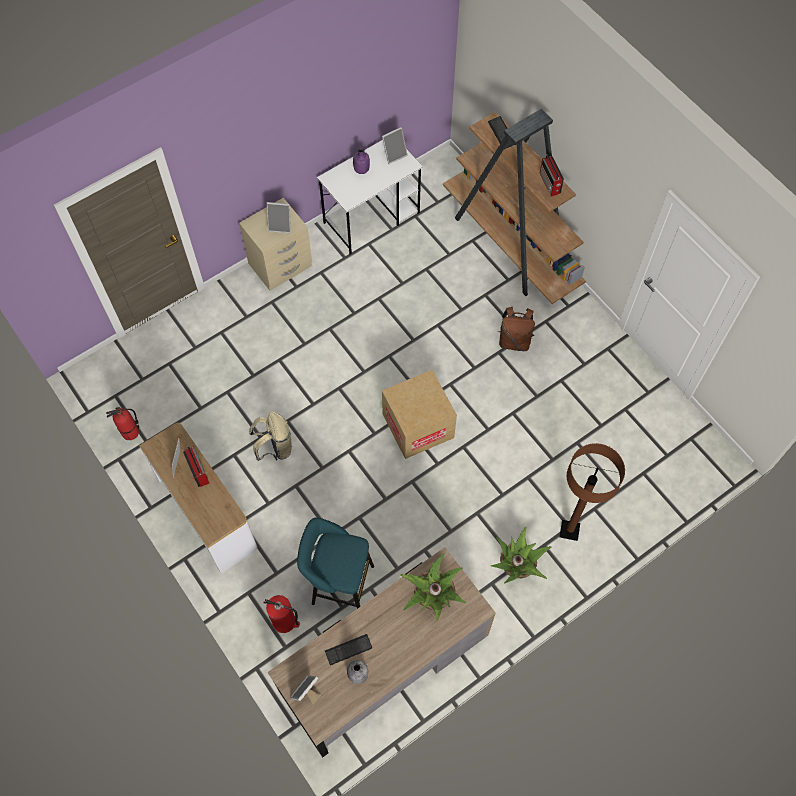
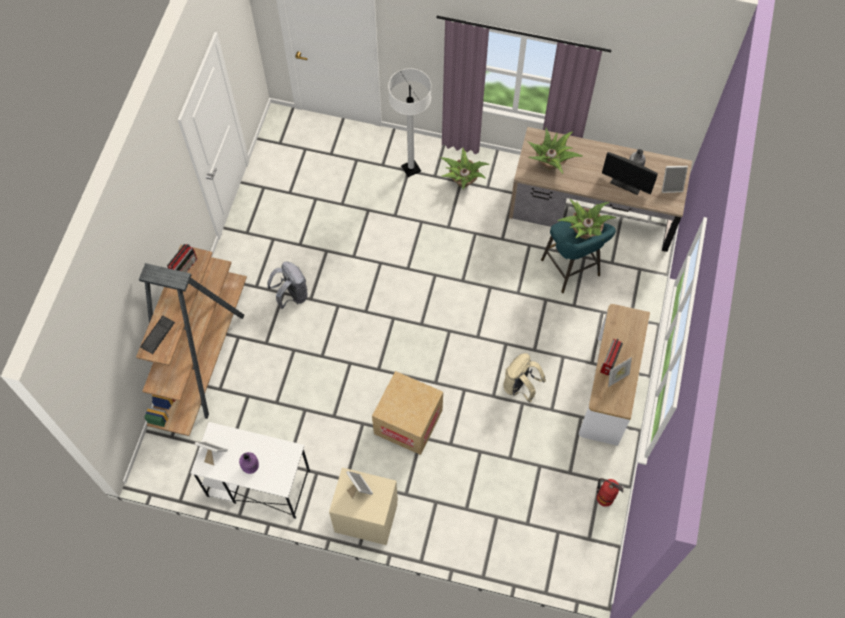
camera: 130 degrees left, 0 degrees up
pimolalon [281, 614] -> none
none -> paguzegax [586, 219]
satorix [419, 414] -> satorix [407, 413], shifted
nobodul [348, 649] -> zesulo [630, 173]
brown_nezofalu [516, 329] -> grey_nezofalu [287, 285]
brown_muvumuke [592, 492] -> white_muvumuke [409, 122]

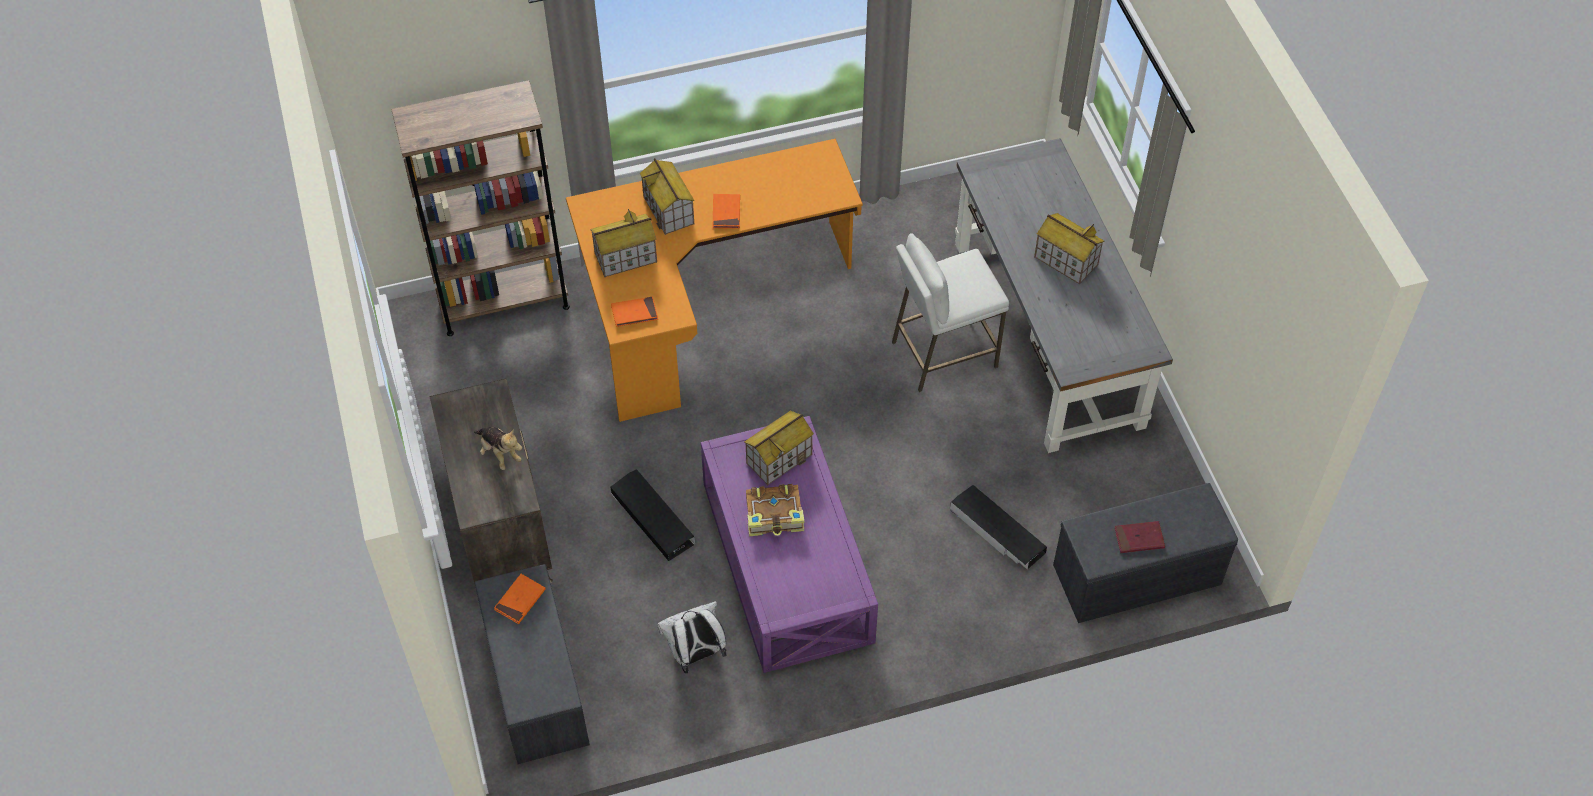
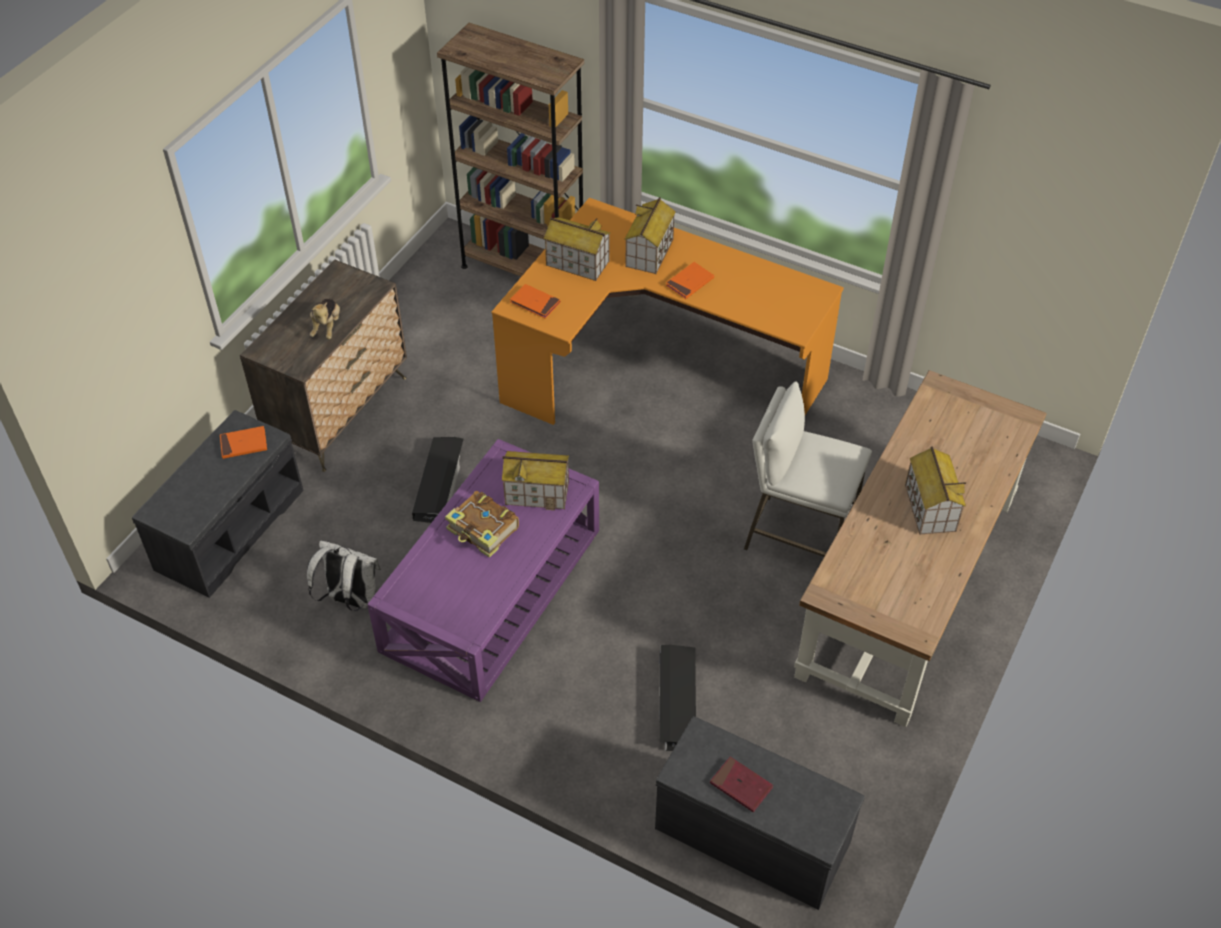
camera: 45 degrees right, 5 degrees down
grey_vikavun [1064, 295] -> brown_vikavun [920, 548]

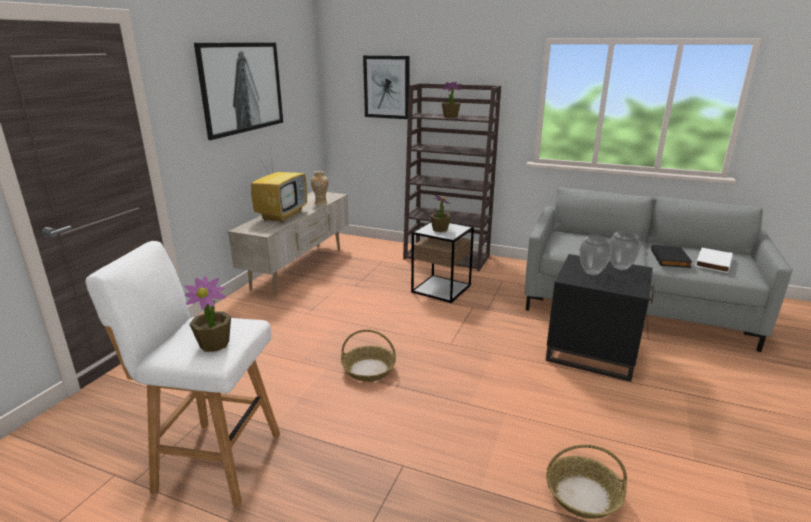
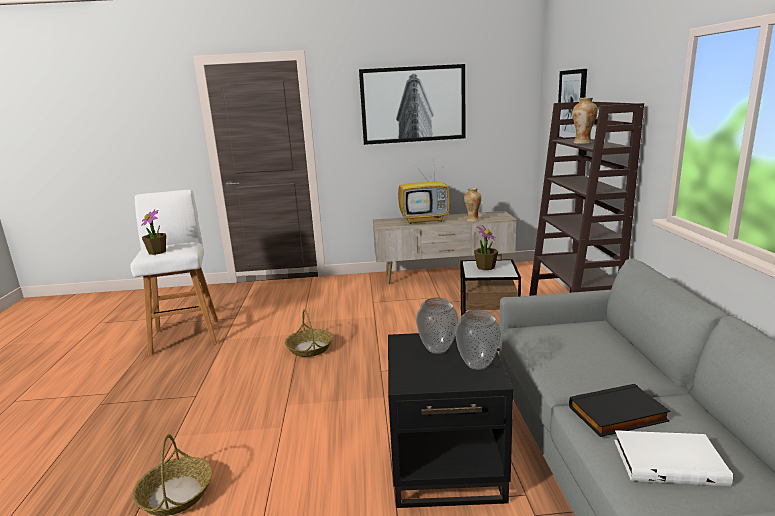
camera: 65 degrees right, 5 degrees down
paguzegax [451, 100] -> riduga [585, 120]

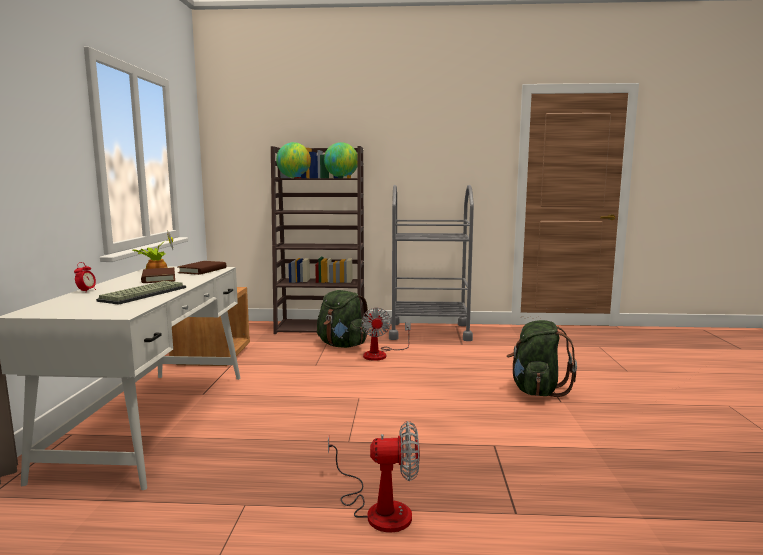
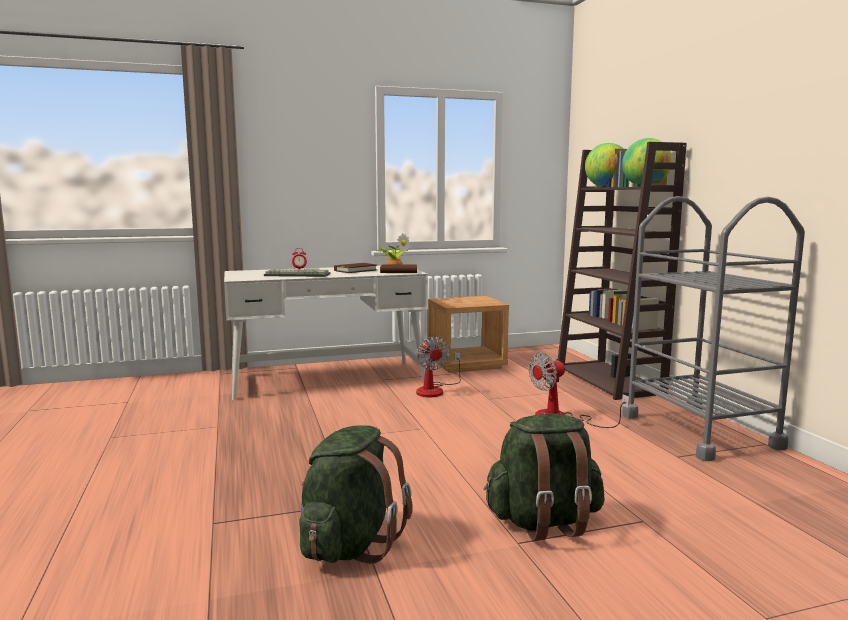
camera: 70 degrees right, 0 degrees up
green_nezofalu [342, 319] -> green_nezofalu [356, 494], shifted
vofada [374, 477] -> vofada [438, 366], shifted

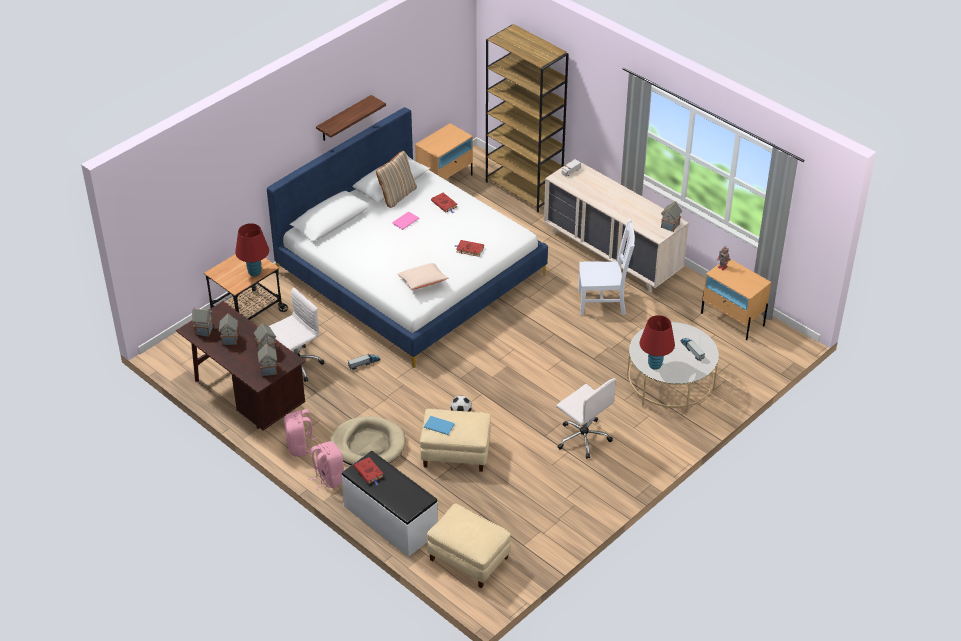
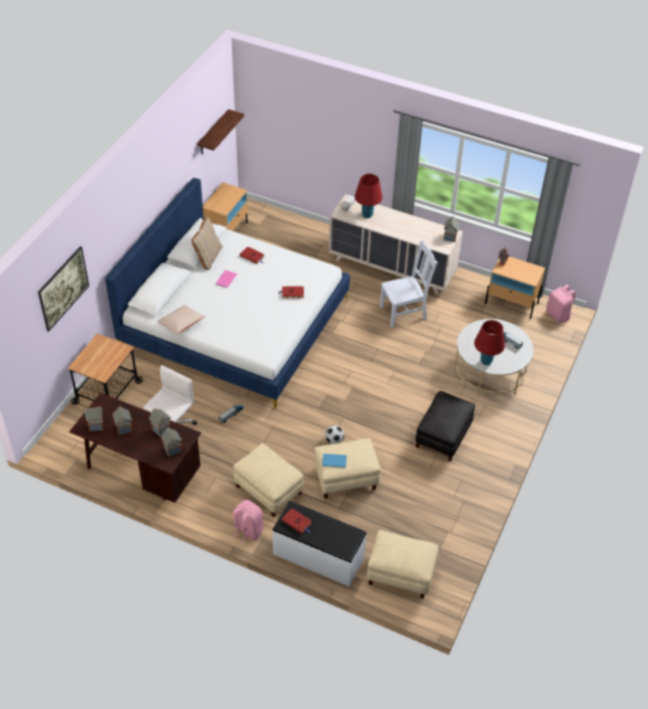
camera: 20 degrees left, 5 degrees up
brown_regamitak [527, 118] -> none
none -> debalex [63, 289]
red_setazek [252, 250] -> red_setazek [369, 196], shifted
pink_nezofalu [300, 433] -> pink_nezofalu [561, 304], shifted
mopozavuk [351, 118] -> mopozavuk [220, 132], shifted
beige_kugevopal [423, 276] -> beige_kugevopal [181, 319], shifted
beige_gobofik [367, 440] -> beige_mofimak [268, 480]
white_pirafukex [586, 418] -> black_mofimak [445, 426]

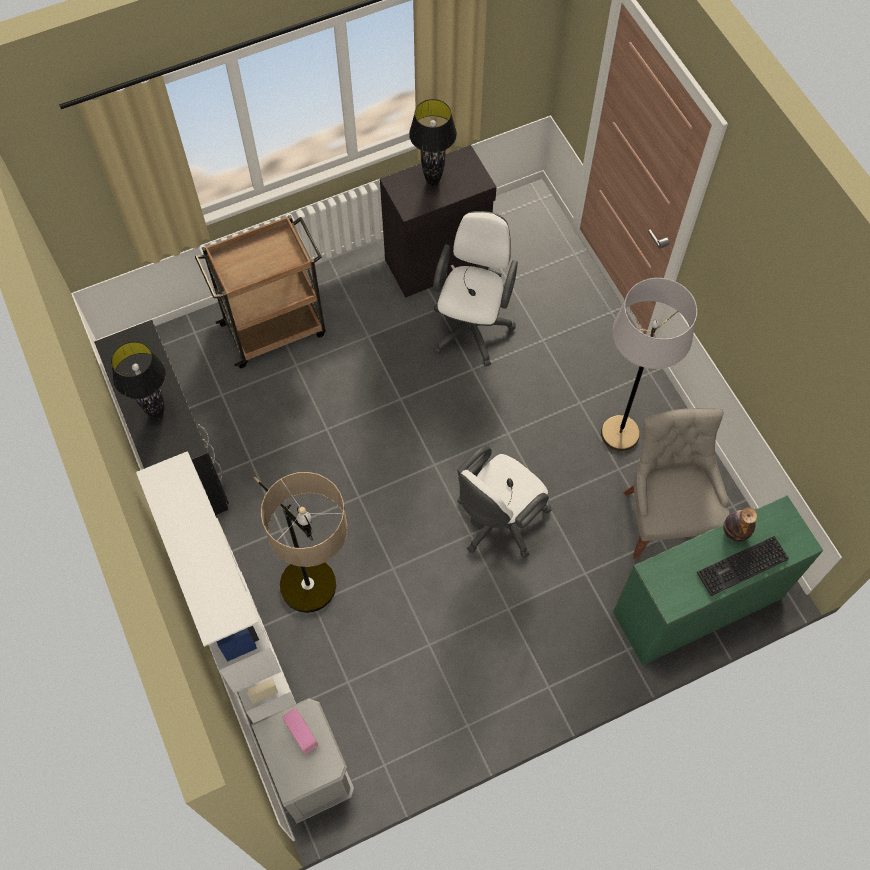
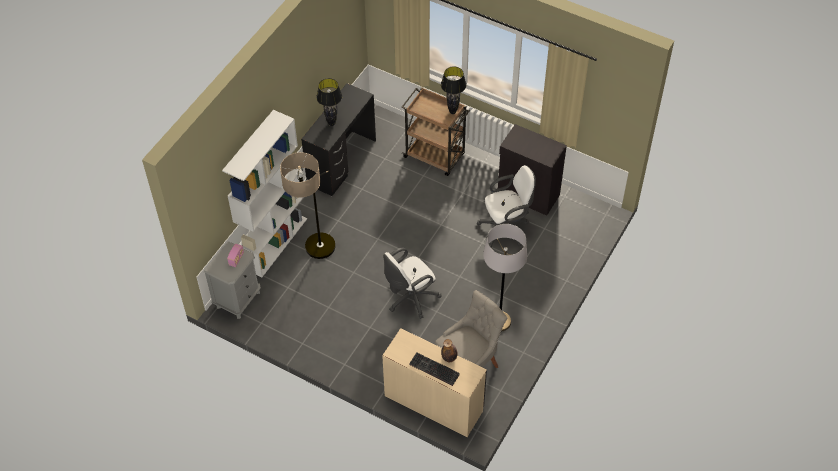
camera: 55 degrees right, 10 degrees down
black_setazek [433, 142] -> black_setazek [453, 90], shifted
green_vikavun [718, 580] -> beige_vikavun [434, 382]
white_pirafukex [504, 502] -> white_pirafukex [412, 283], 45 degrees counterclockwise

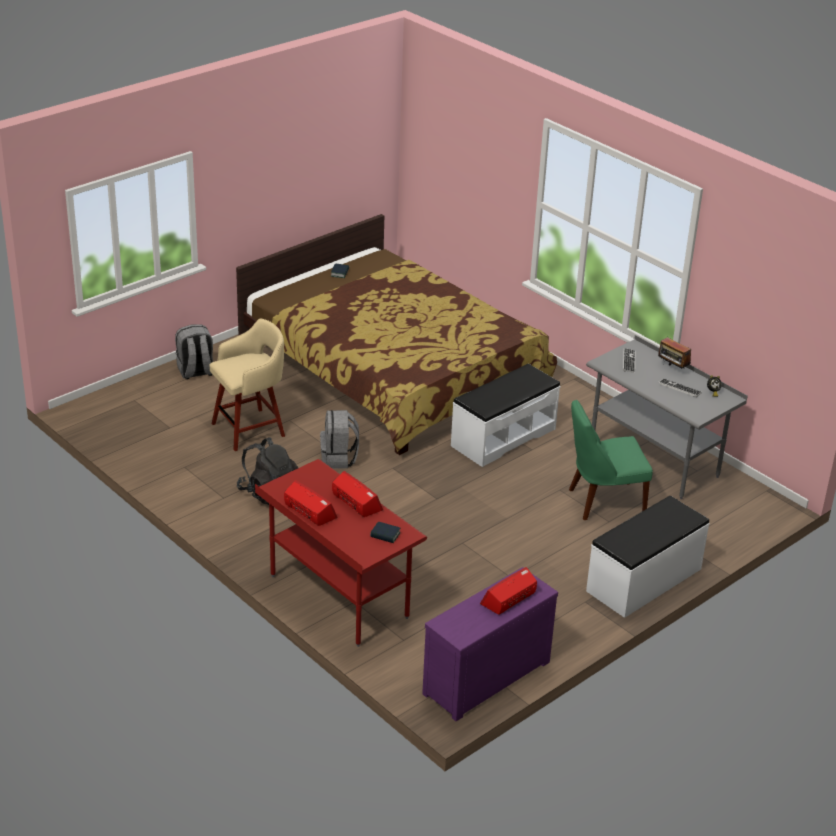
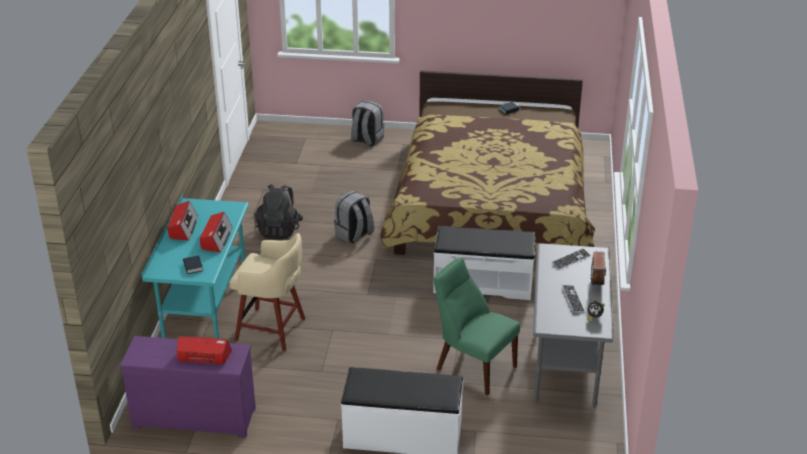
camera: 50 degrees right, 0 degrees up
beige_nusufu [247, 385] -> beige_nusufu [267, 292], shifted
red_vikavun [341, 553] -> turquoise_vikavun [195, 266]

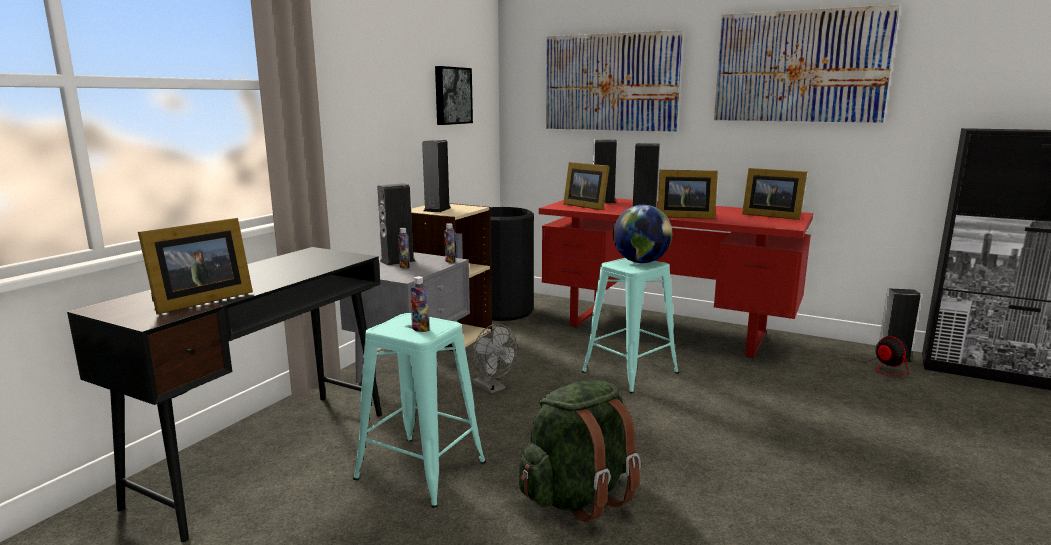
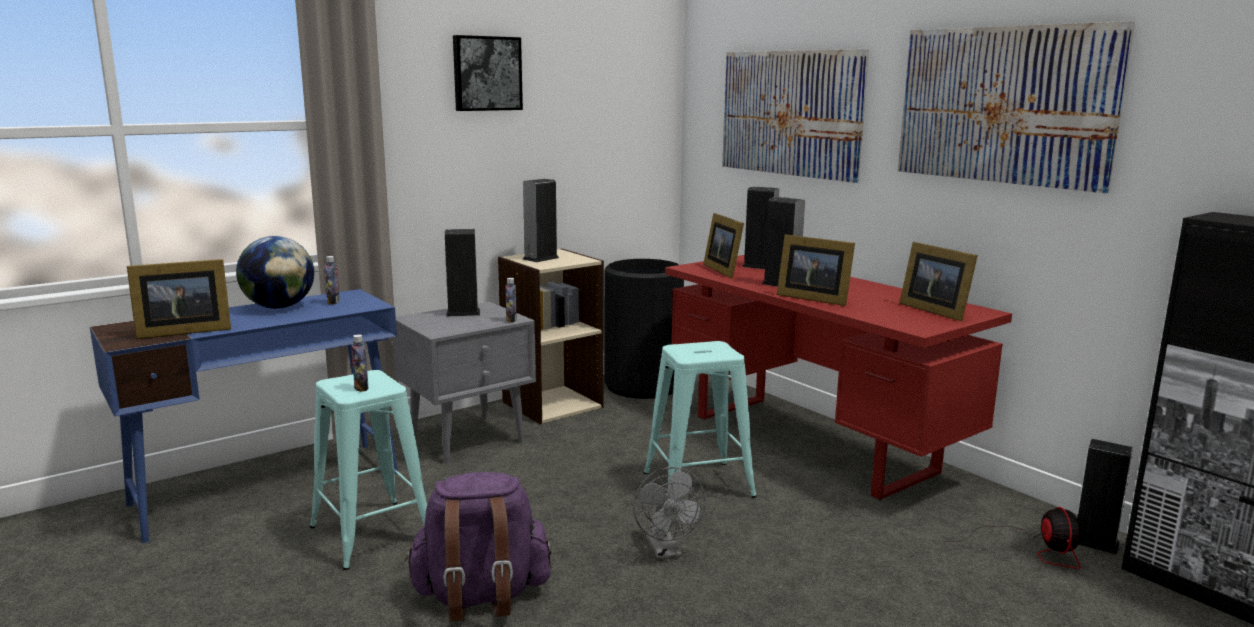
camera: 25 degrees right, 0 degrees up
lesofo [404, 248] -> lesofo [332, 280], shifted
debalex [454, 95] -> debalex [488, 73], shifted
grey_vofada [495, 359] -> grey_vofada [669, 513], shifted
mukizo [642, 234] -> mukizo [275, 272], shifted
black_vikavun [224, 394] -> blue_vikavun [244, 416]
green_nezofalu [580, 451] -> purple_nezofalu [478, 547]

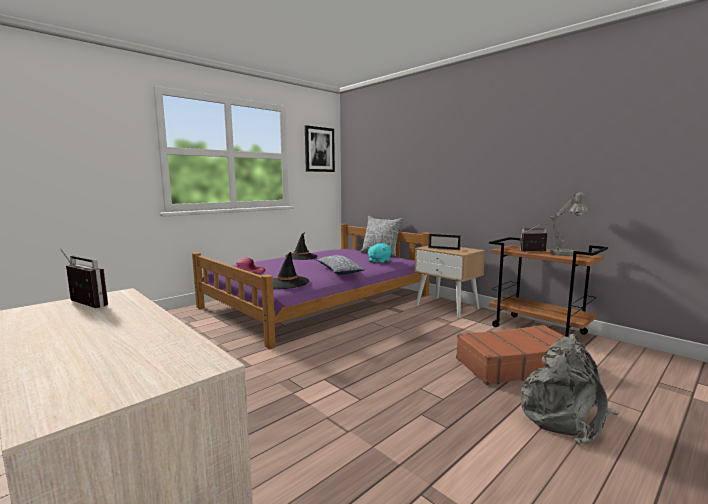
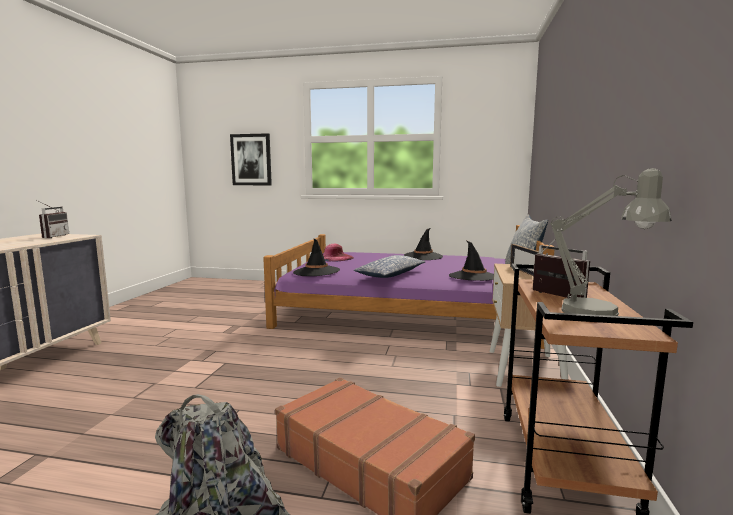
camera: 55 degrees right, 0 degrees up
debalex [320, 148] -> debalex [251, 159], shifted
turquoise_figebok [379, 253] -> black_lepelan [471, 260]

